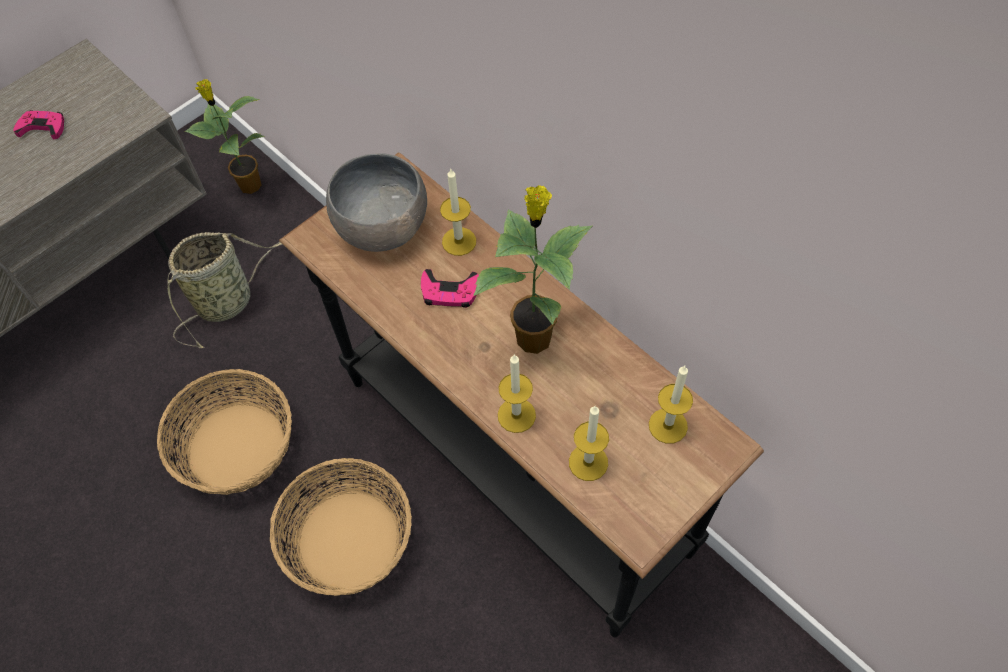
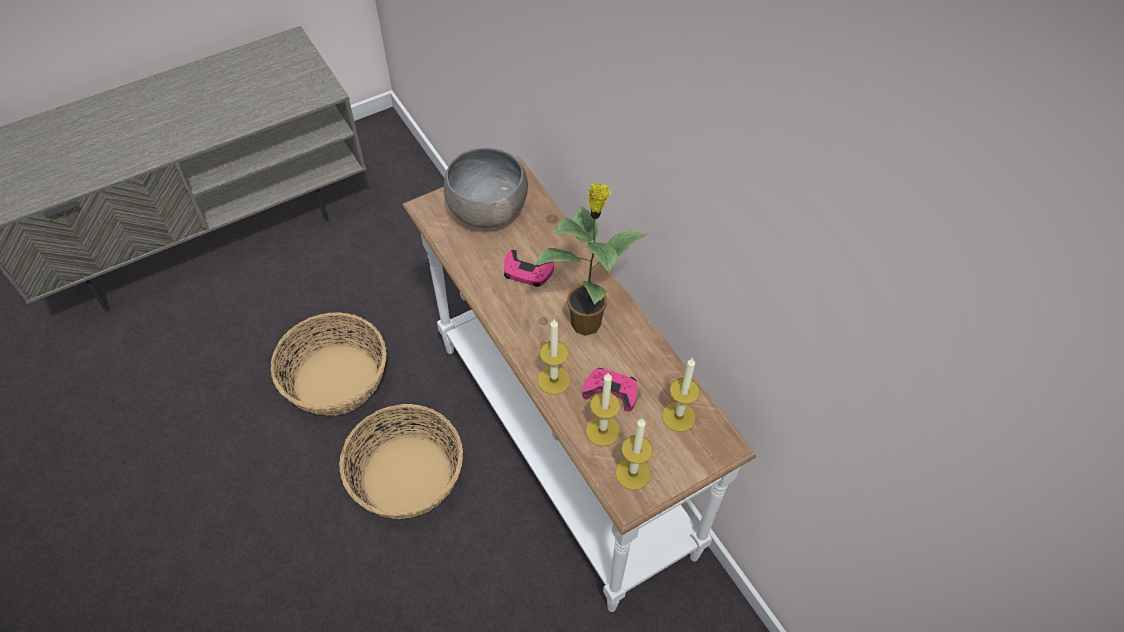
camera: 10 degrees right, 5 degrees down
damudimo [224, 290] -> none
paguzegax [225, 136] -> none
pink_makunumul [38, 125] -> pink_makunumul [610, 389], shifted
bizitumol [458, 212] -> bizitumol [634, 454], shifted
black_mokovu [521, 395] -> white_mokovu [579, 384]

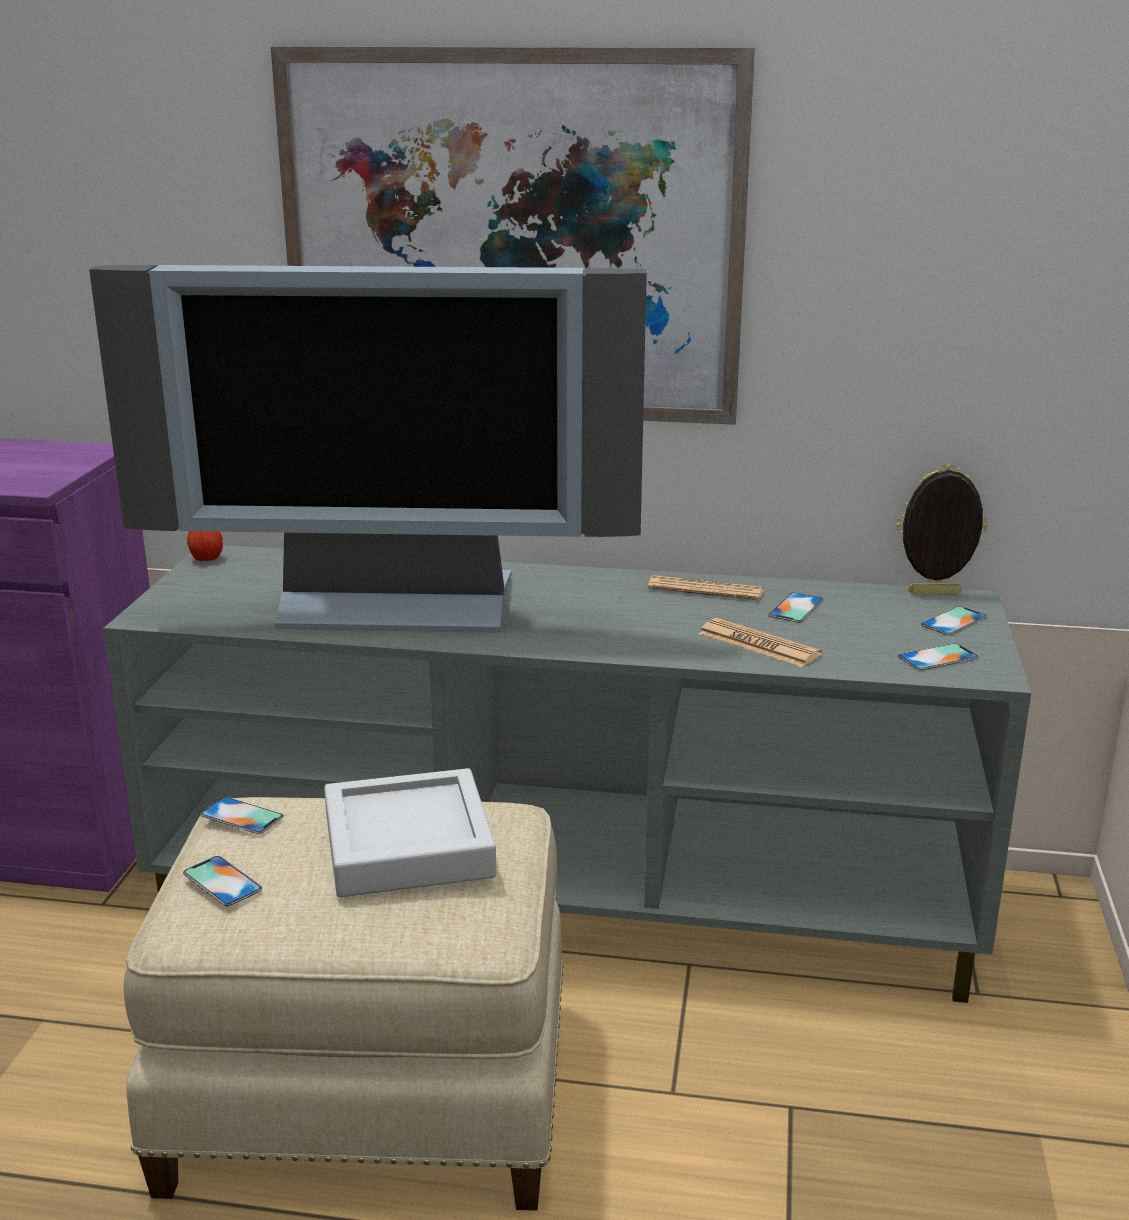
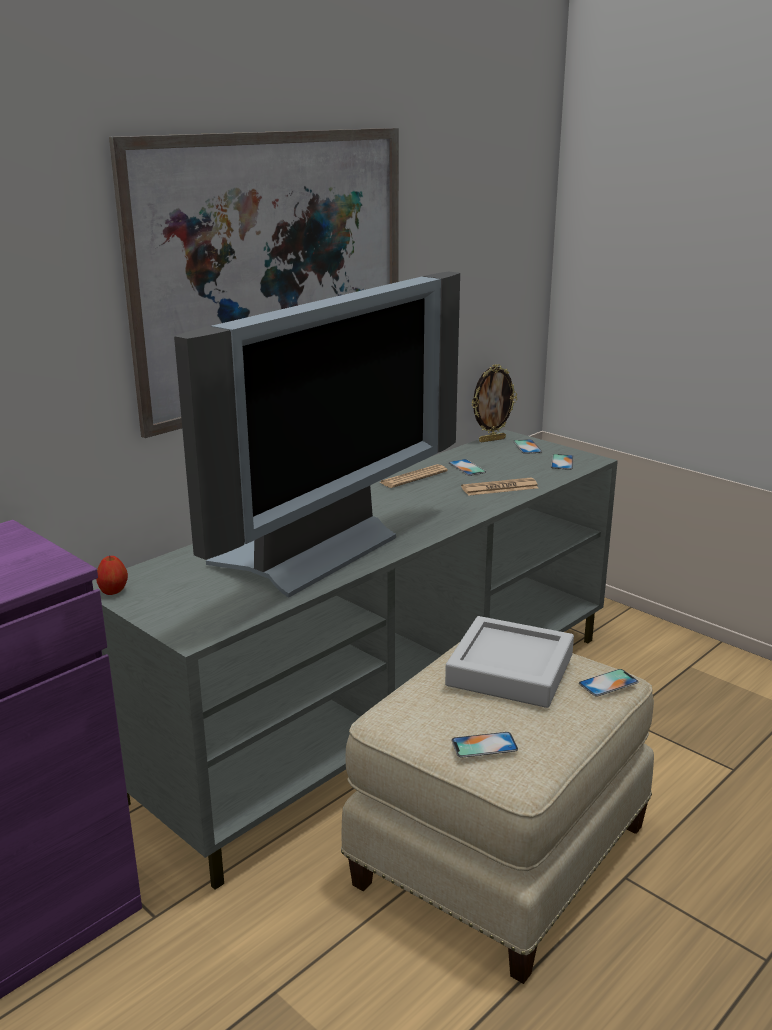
camera: 55 degrees left, 0 degrees up
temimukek [241, 815] -> temimukek [609, 683], shifted
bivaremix [941, 529] -> bivaremix [494, 403], 150 degrees counterclockwise

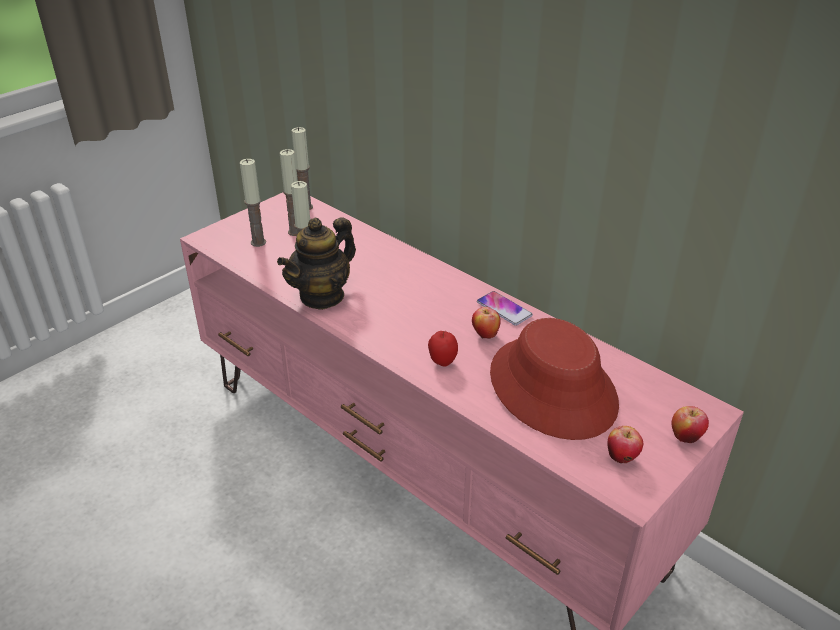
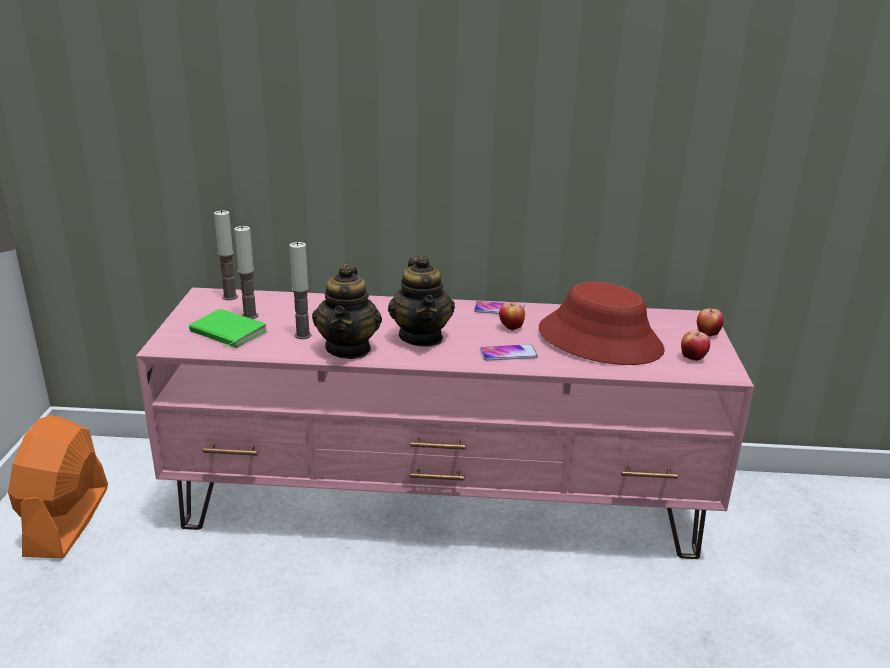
camera: 40 degrees left, 10 degrees down
none -> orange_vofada [58, 486]
none -> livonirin [421, 300]
bizitumol [253, 203] -> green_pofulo [228, 329]
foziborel [443, 349] -> temimukek [509, 352]

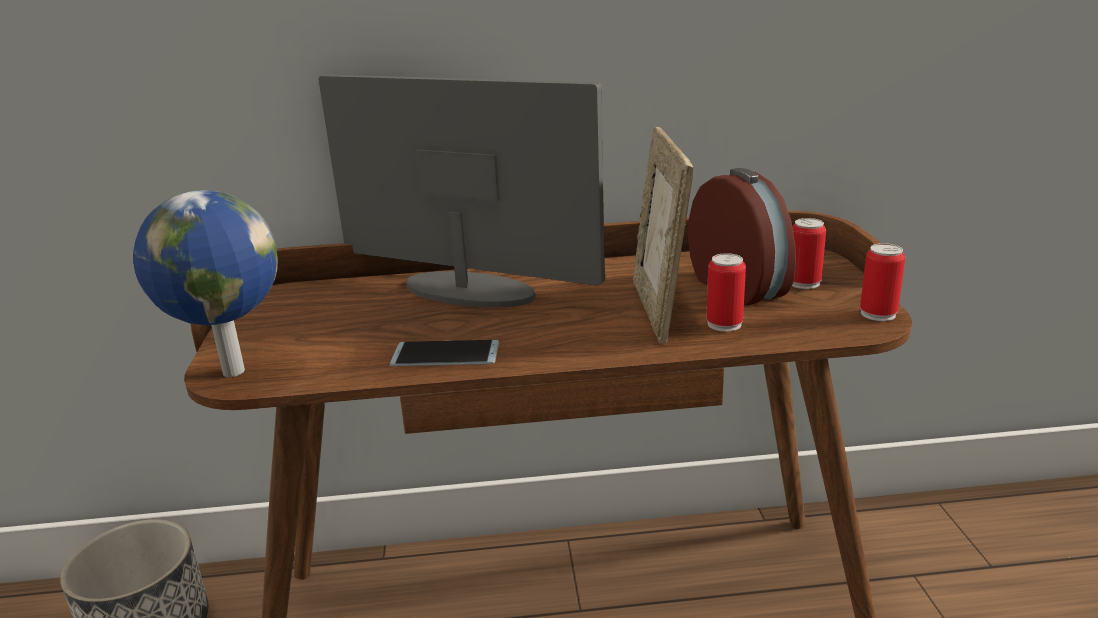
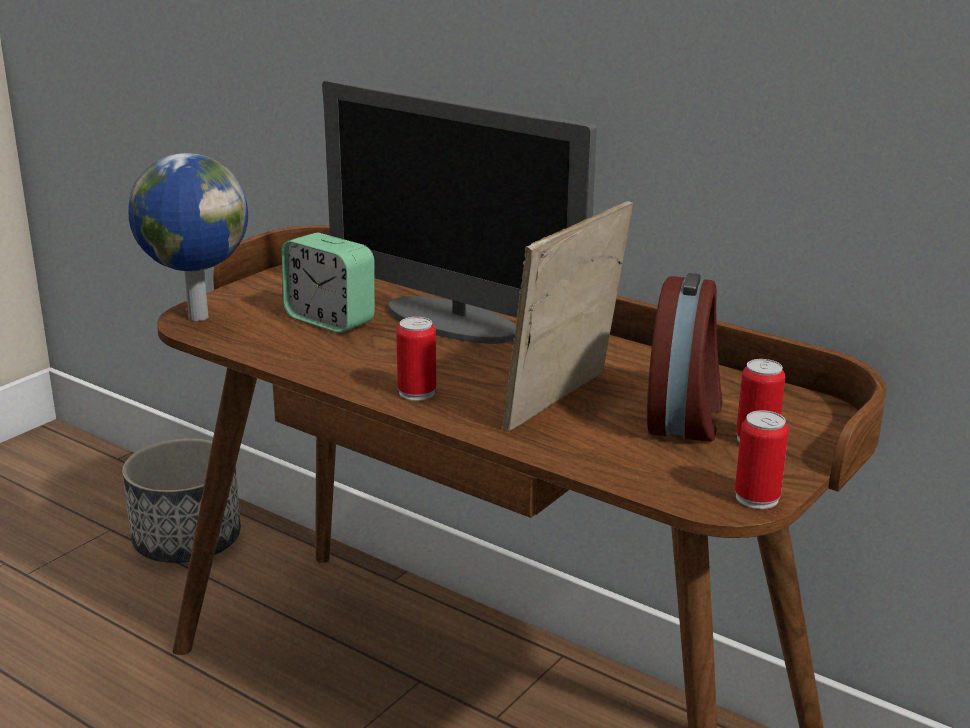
camera: 40 degrees right, 0 degrees up
temimukek [444, 353] -> none
none -> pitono [328, 283]
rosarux [726, 292] -> rosarux [416, 359], shifted
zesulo [462, 191] -> zesulo [459, 211], 150 degrees clockwise

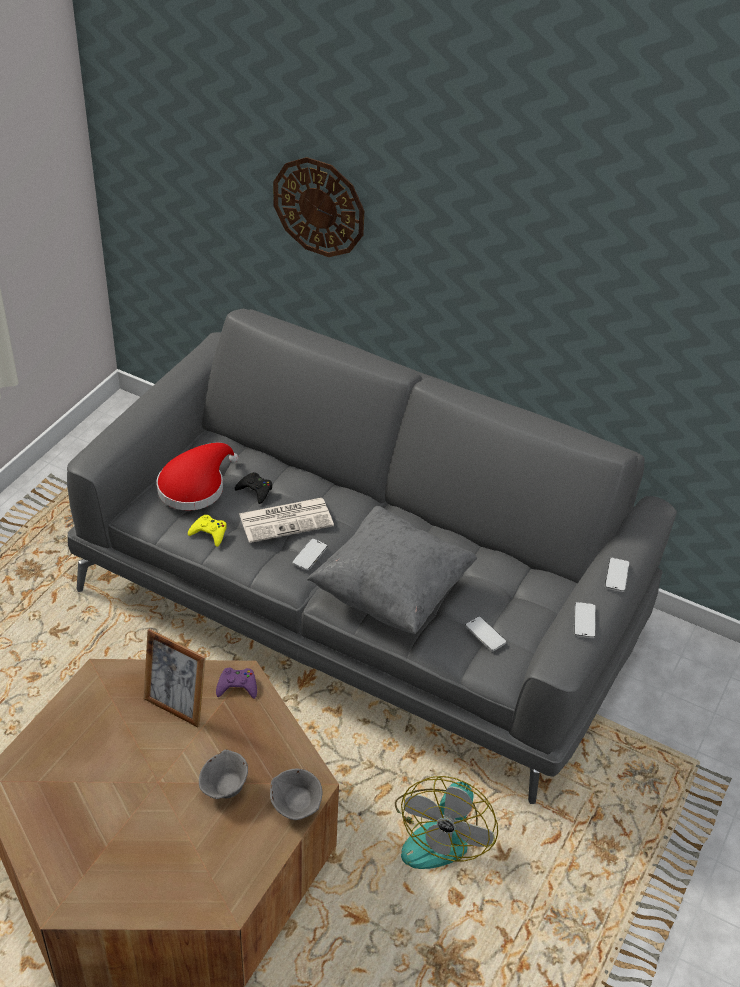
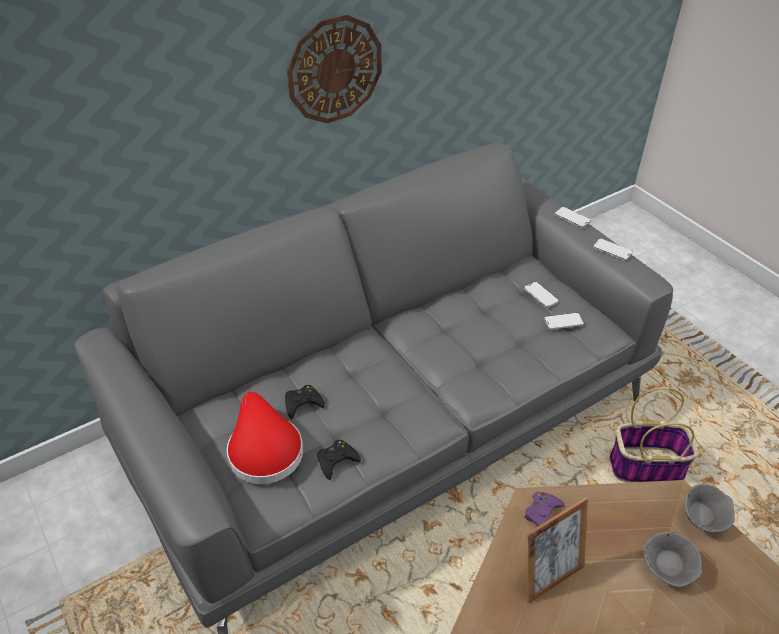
camera: 60 degrees left, 0 degrees up
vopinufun [286, 520] -> none
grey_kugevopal [392, 570] -> none
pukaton [318, 207] -> pukaton [334, 68], shifted
temimukek [309, 554] -> temimukek [541, 295], shifted
vofada [446, 822] -> damudimo [654, 435]
yellow_makunumul [207, 531] -> black_makunumul [339, 460]

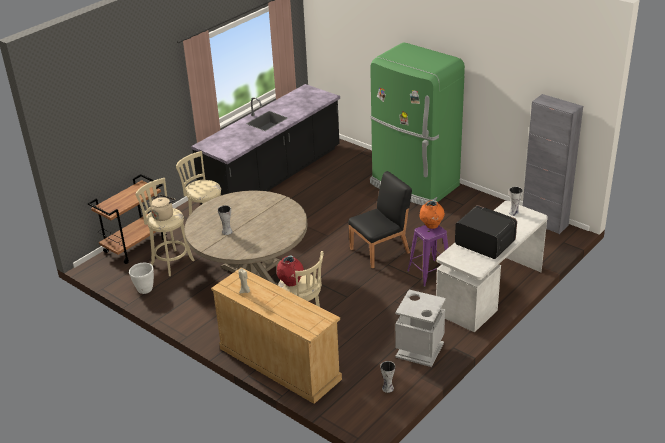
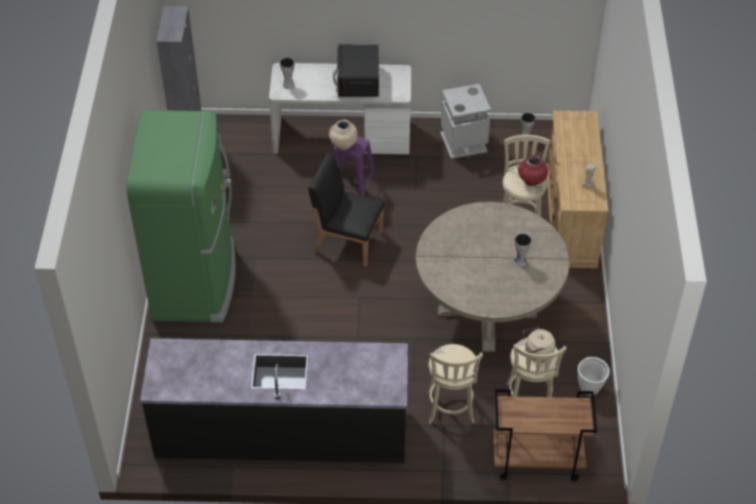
camera: 130 degrees left, 15 degrees up
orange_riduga [432, 214] -> beige_riduga [343, 135]

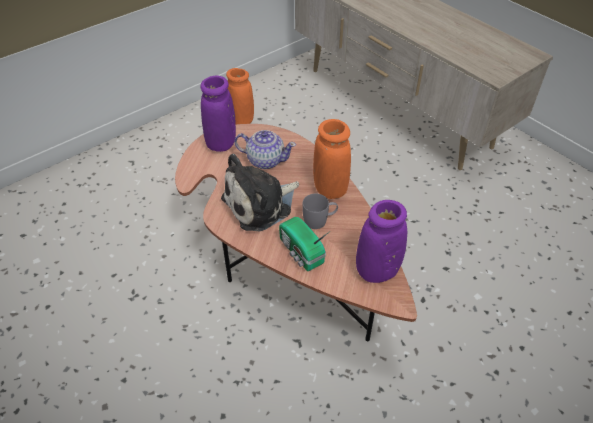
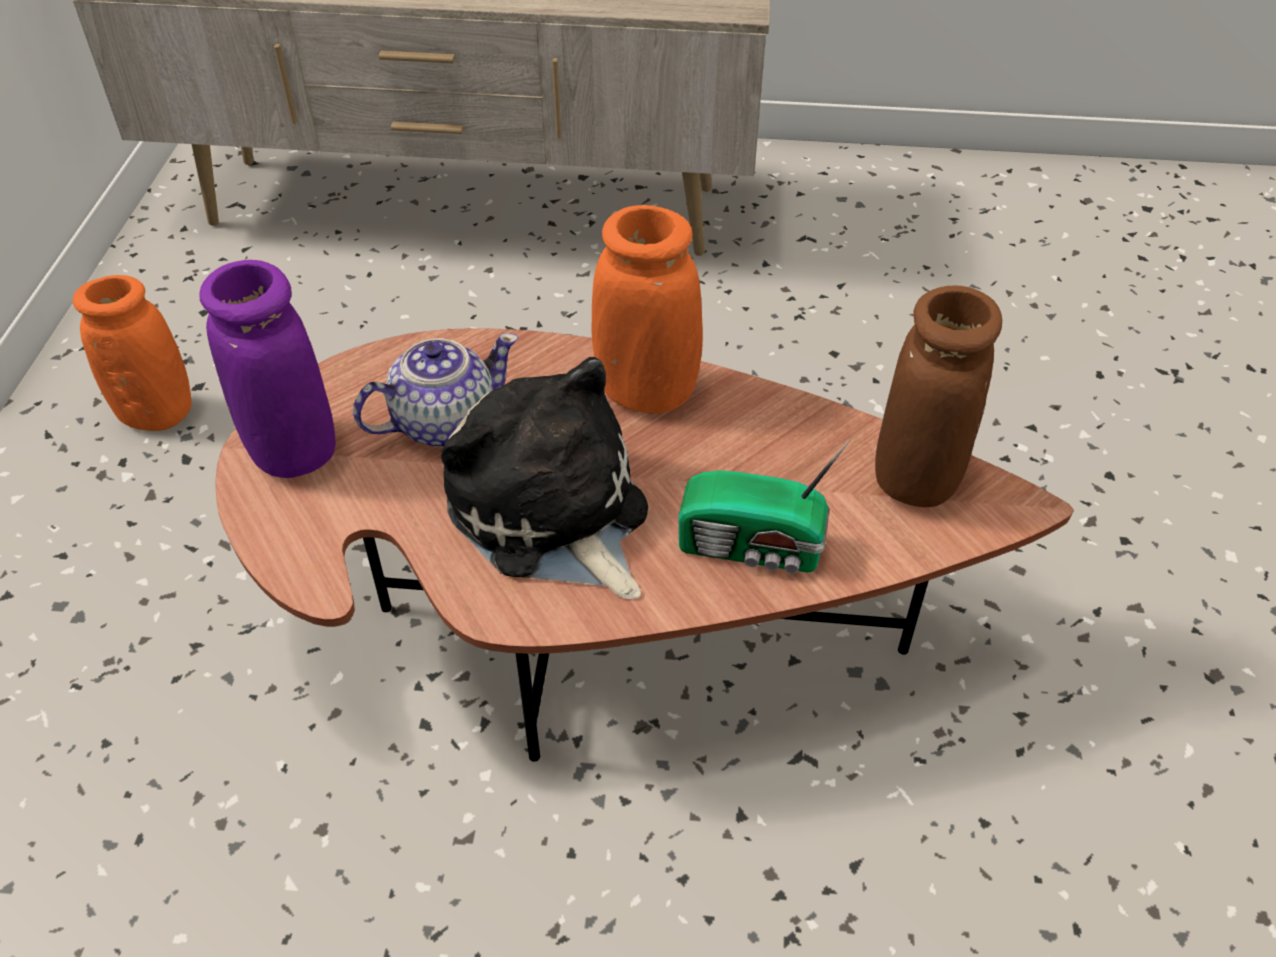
camera: 45 degrees left, 0 degrees up
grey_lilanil [320, 211] -> none
purple_riduga [381, 241] -> brown_riduga [938, 396]
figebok [260, 192] -> figebok [544, 478], 135 degrees clockwise

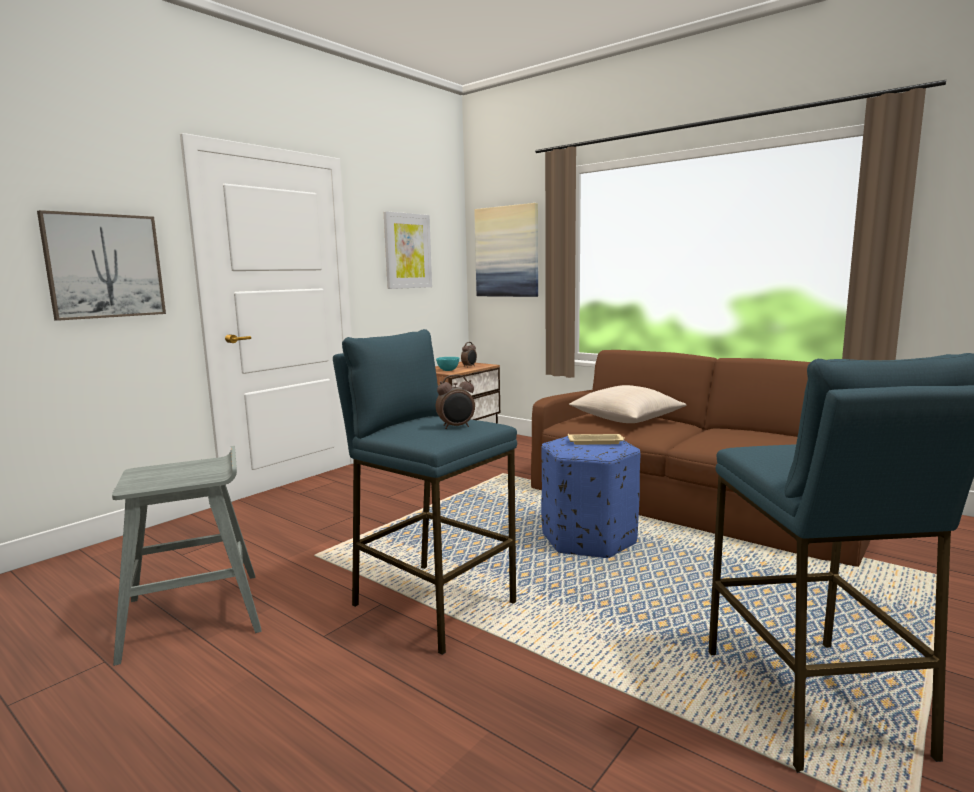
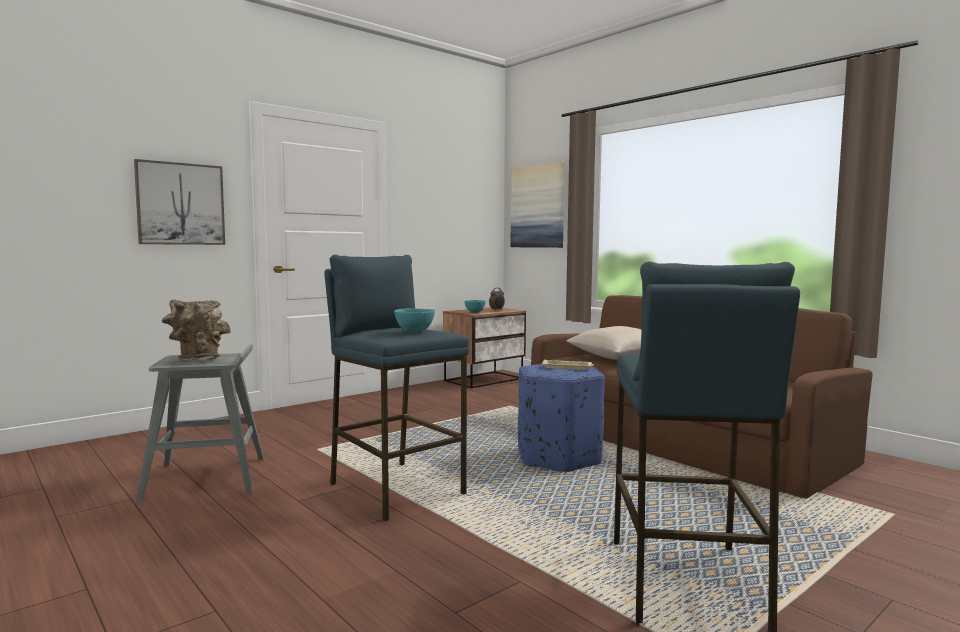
camera: 10 degrees right, 5 degrees down
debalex [408, 250] -> none
none -> brown_riduga [196, 330]
pitono [455, 402] -> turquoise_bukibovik [414, 320]

